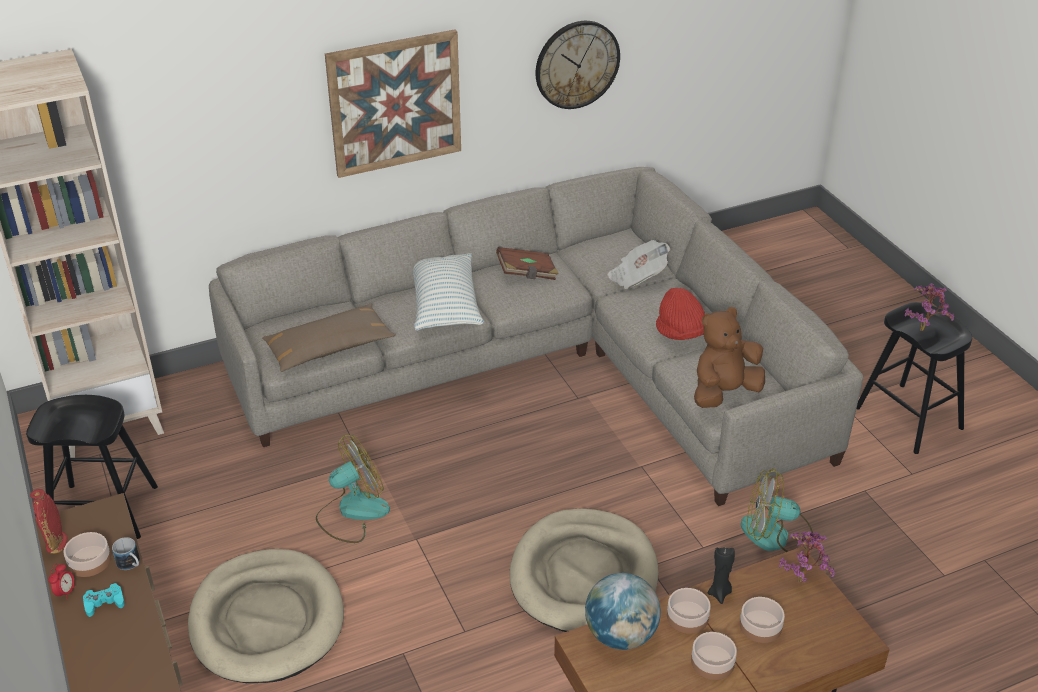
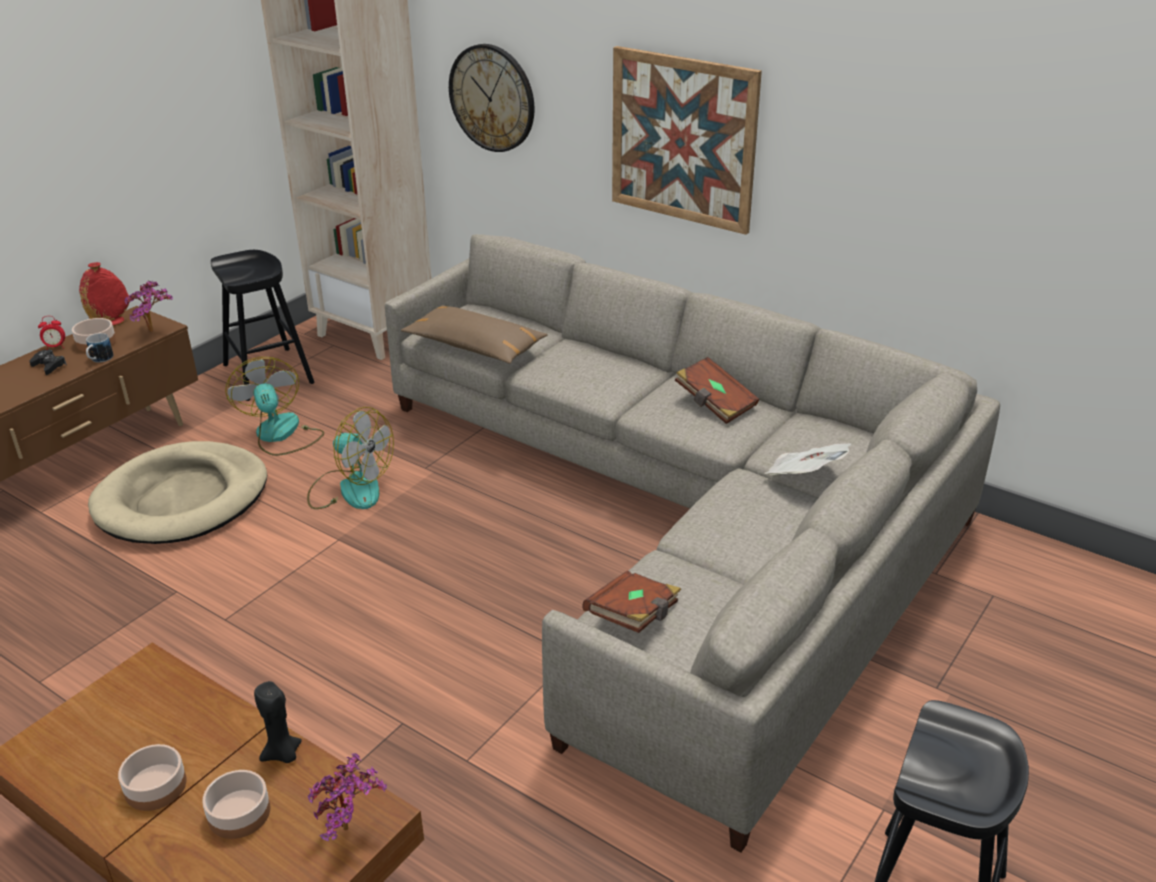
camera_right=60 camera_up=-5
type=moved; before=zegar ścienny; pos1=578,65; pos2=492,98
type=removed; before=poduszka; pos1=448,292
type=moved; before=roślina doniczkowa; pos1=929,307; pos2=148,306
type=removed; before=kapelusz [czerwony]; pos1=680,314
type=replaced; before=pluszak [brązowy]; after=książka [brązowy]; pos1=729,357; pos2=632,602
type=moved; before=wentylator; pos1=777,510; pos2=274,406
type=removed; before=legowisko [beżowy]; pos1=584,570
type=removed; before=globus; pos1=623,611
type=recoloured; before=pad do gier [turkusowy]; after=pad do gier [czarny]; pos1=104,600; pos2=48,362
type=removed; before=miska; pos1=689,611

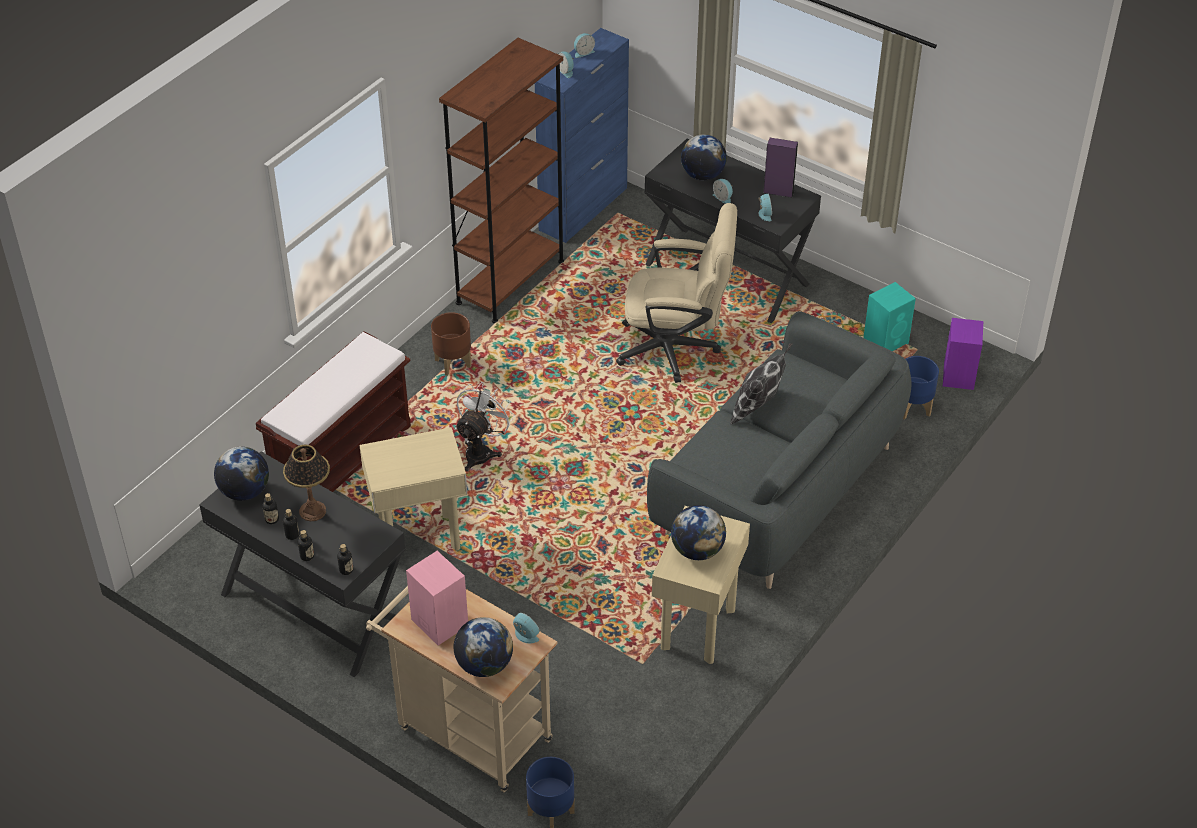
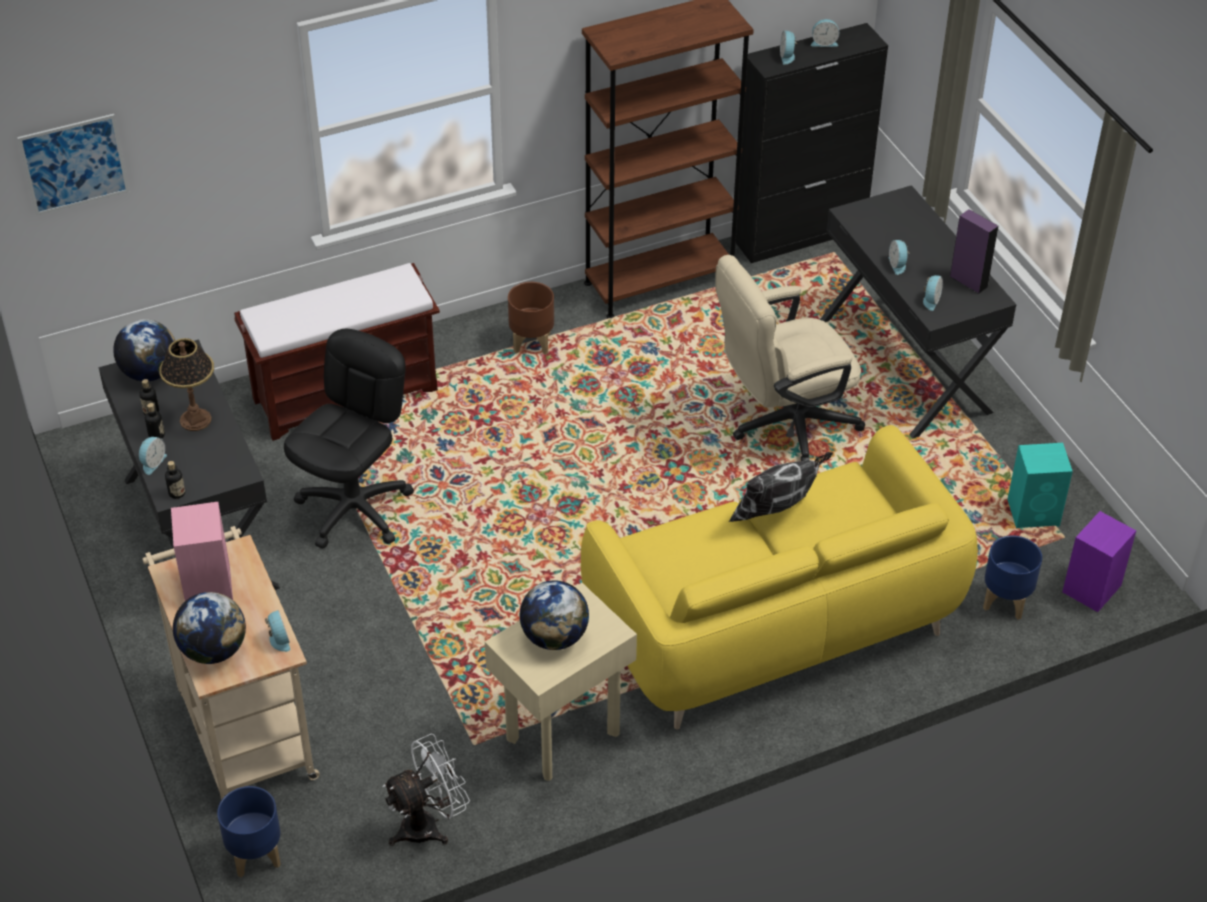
camera_right=30 camera_up=0
type=recoloured; before=szafka [niebieski]; after=szafka [czarny]; pos1=582,135; pos2=812,143
type=removed; before=globus; pos1=704,158
type=turned; before=krzesło biurowe [beżowy]; pos1=676,293; pos2=790,358; turn=120
type=recoloured; before=kanapa [szary]; after=kanapa [żółty]; pos1=779,450; pos2=779,577
type=moved; before=wentylator [biały]; pos1=485,426; pos2=426,790
type=replaced; before=stolik [beżowy]; after=krzesło biurowe [czarny]; pos1=413,488; pos2=349,438
type=replaced; before=butelka; after=budzik; pos1=306,545; pos2=153,456
type=added; after=obraz; pos2=73,165

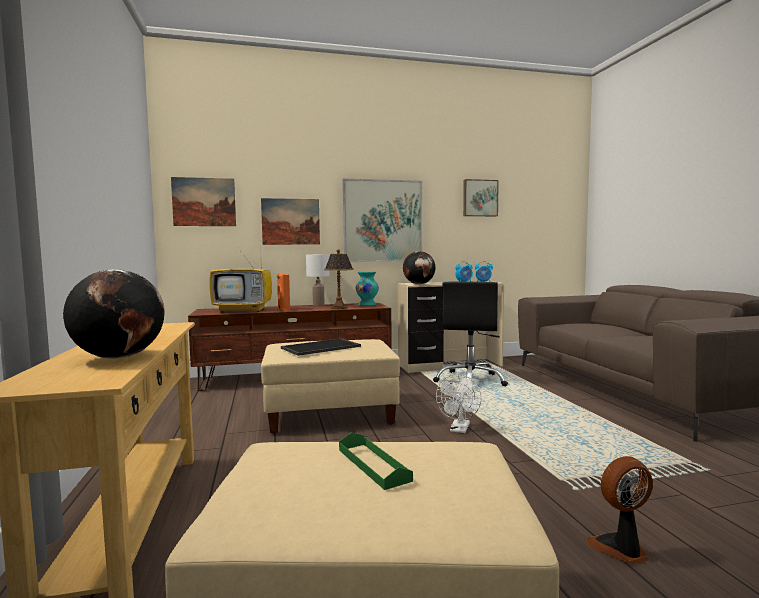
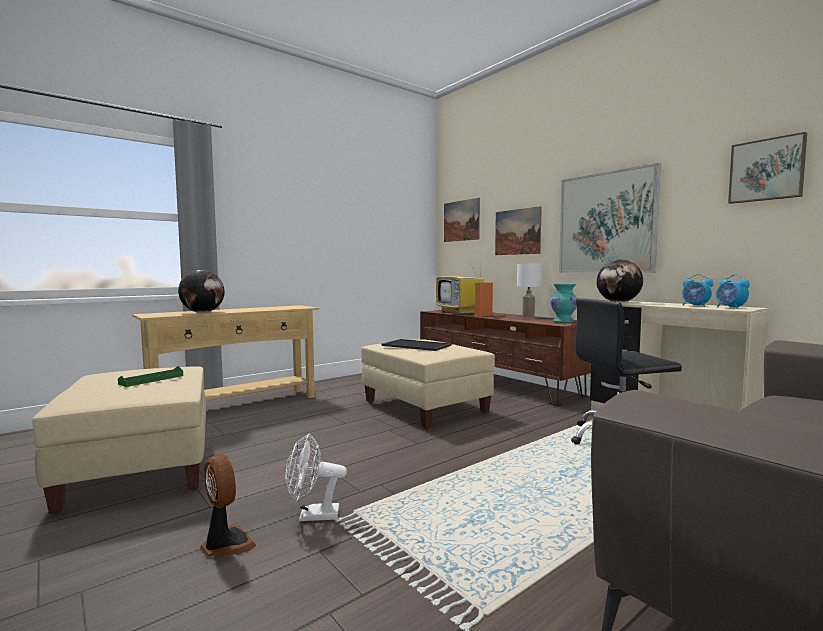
camera_right=65 camera_up=0
type=removed; before=lampa stołowa; pos1=339,279
type=moved; before=wentylator [biały]; pos1=458,403; pos2=316,477

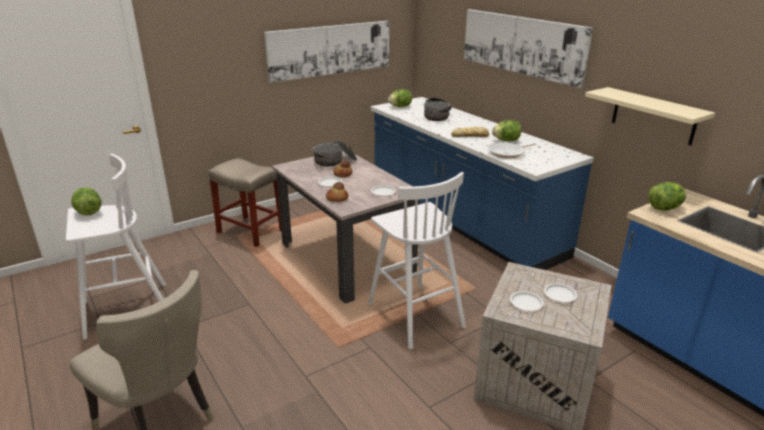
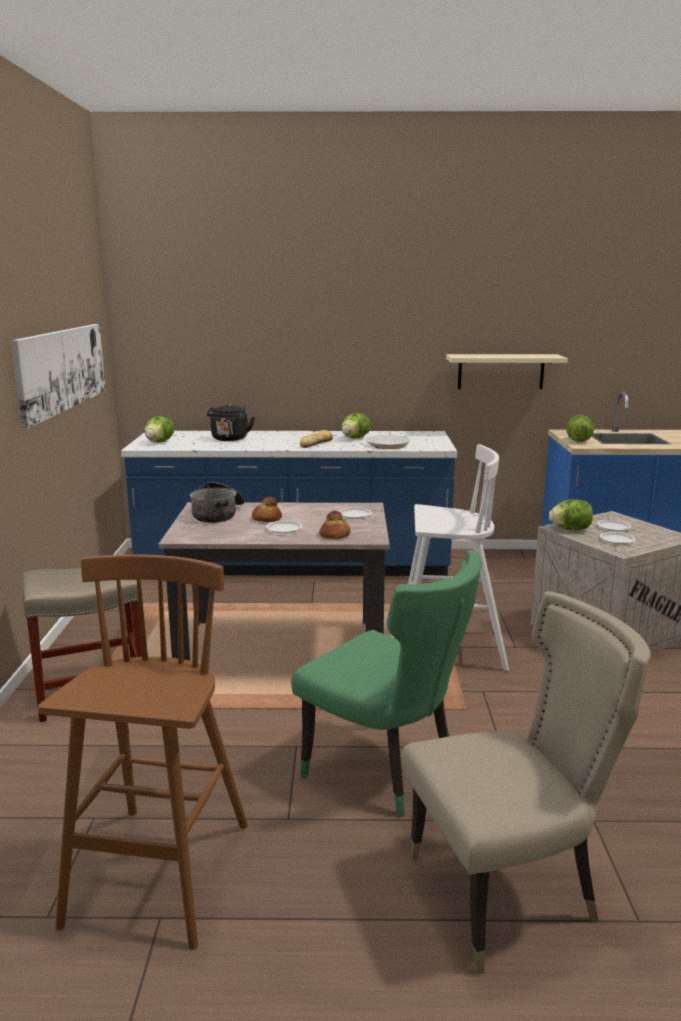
camera_right=-55 camera_up=-10
type=removed; before=obraz; pos1=528,48
type=replaced; before=garnek; after=czajnik [czarny]; pos1=437,109; pos2=230,422
type=recoloured; before=stołek [biały]; after=stołek [brązowy]; pos1=116,246; pos2=143,752
type=moved; before=sałata; pos1=86,201; pos2=571,514
type=added; after=krzesło [zielony]; pos2=386,683

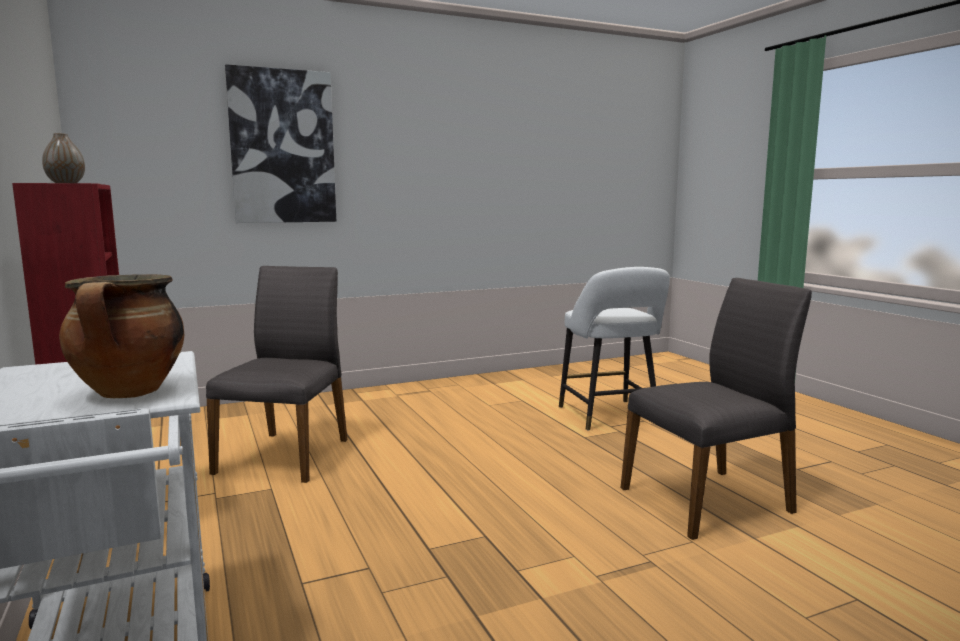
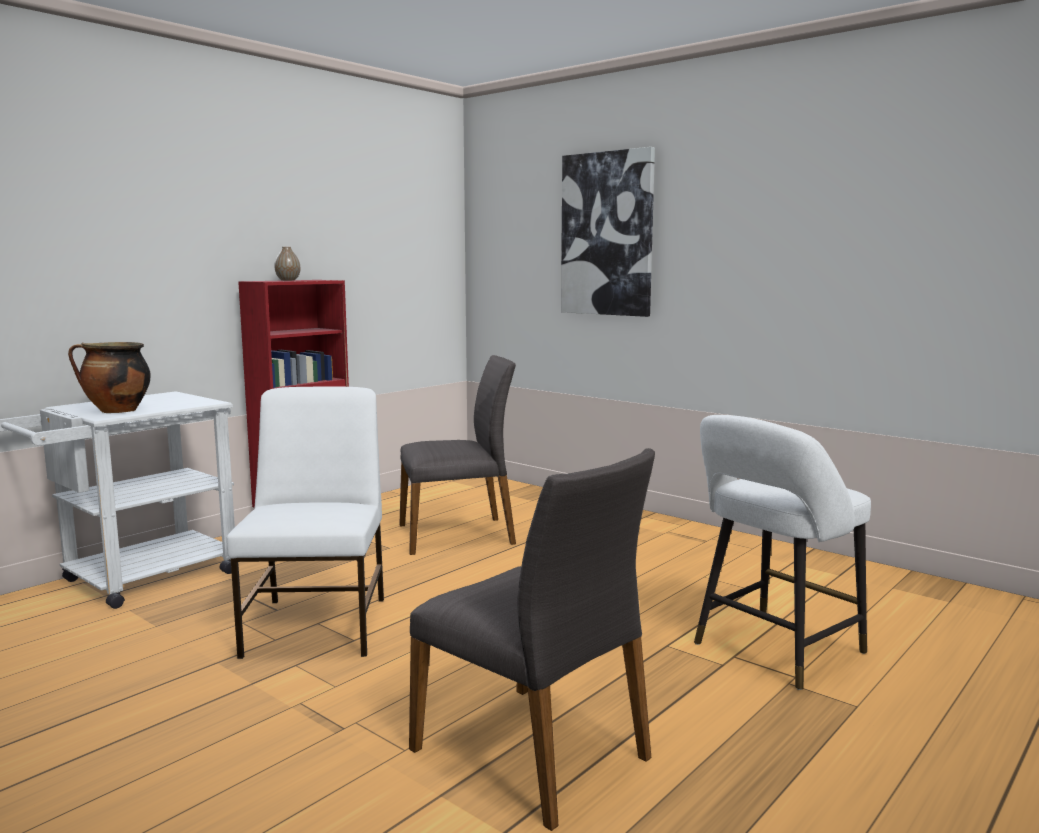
camera_right=65 camera_up=0
type=added; after=krzesło [biały]; pos2=305,523

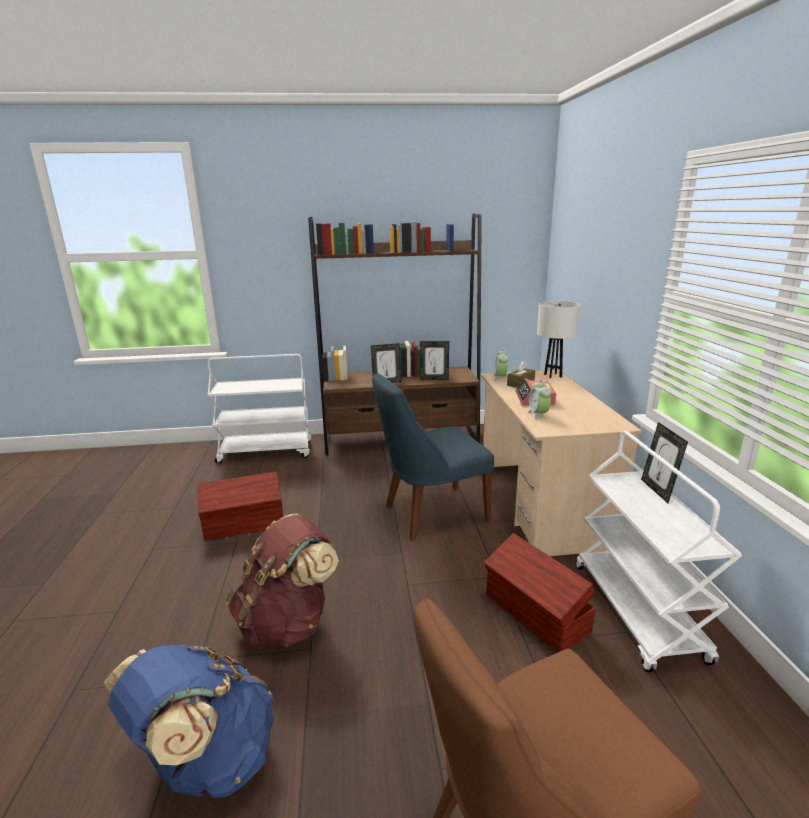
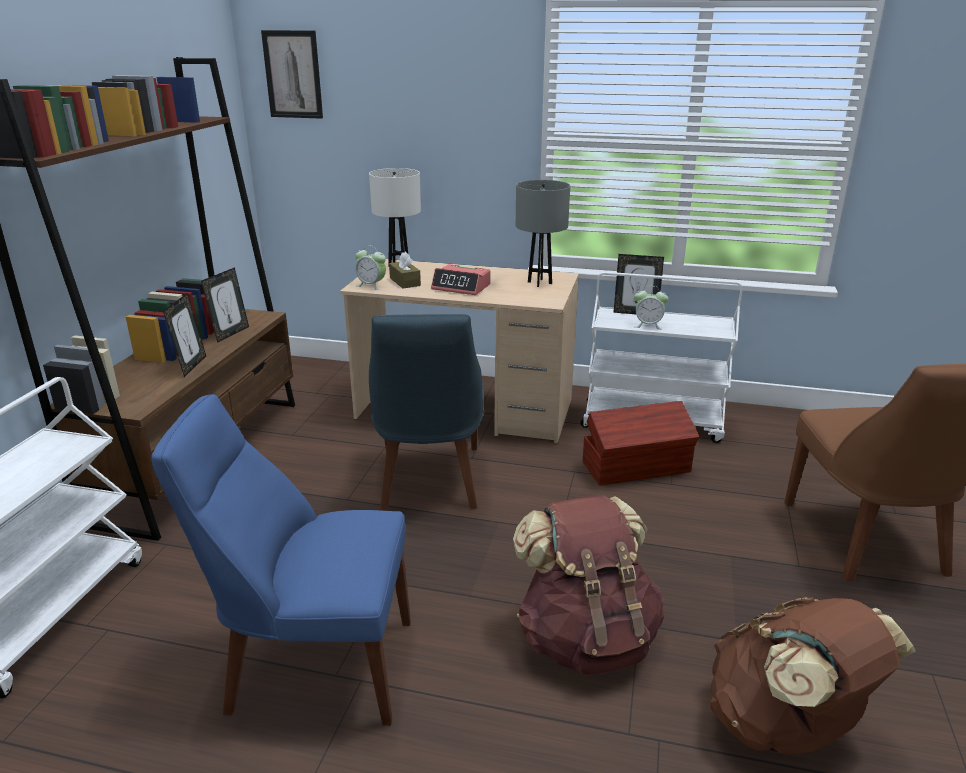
camera_right=-70 camera_up=5
type=moved; before=budzik; pos1=539,400; pos2=651,307
type=replaced; before=pojemnik do przechowywania [brązowy]; after=krzesło [niebieski]; pos1=240,506; pos2=281,560
type=recoloured; before=plecak [niebieski]; after=plecak [brązowy]; pos1=189,721; pos2=813,676
type=added; after=obraz; pos2=292,74
type=added; after=lampa stołowa [szary]; pos2=543,233

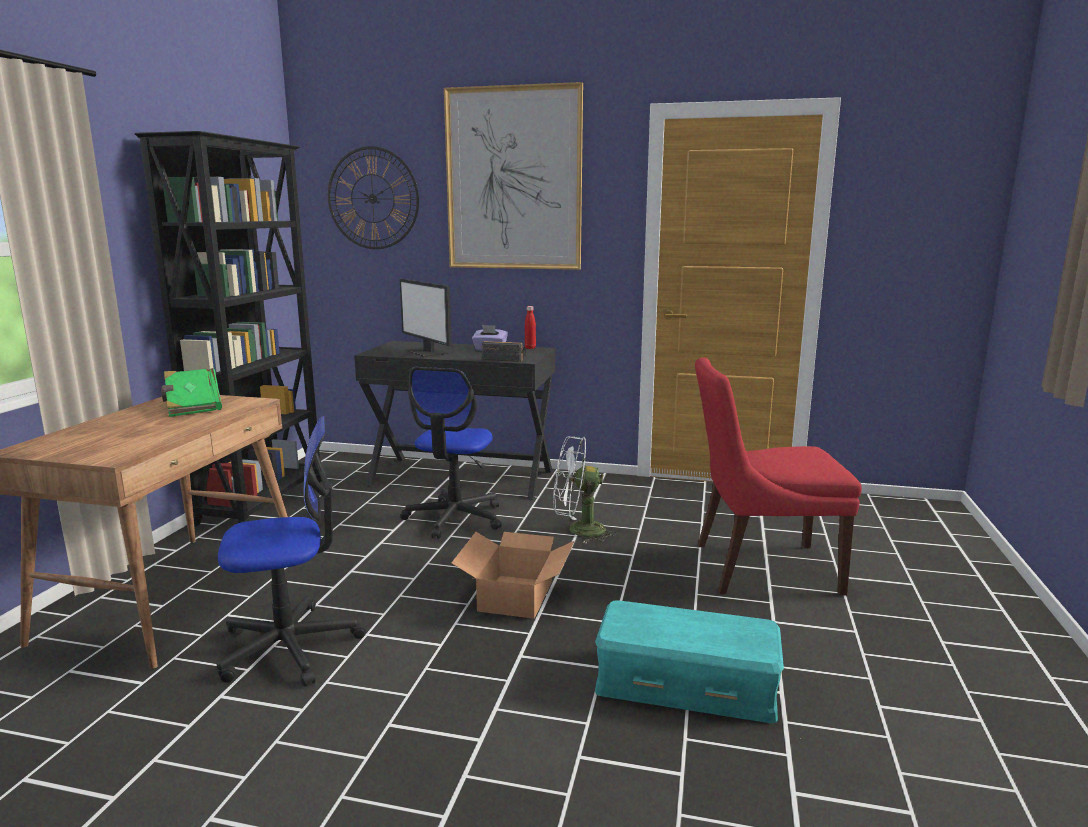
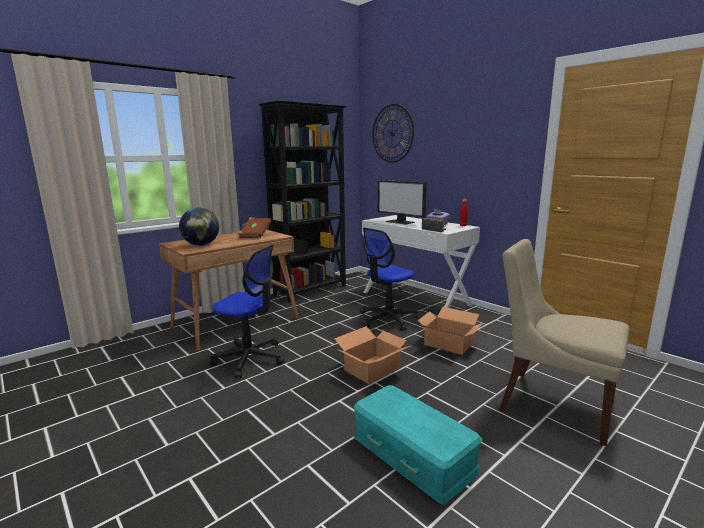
camera_right=35 camera_up=0
type=removed; before=obraz; pos1=513,176
type=turned; before=monitor; pos1=425,318; pos2=402,202; turn=-45
type=recoloured; before=biurko [czarny]; after=biurko [biały]; pos1=454,420; pos2=421,261
type=recoloured; before=krzesło [czerwony]; after=krzesło [beżowy]; pos1=778,476; pos2=564,342
type=recoloured; before=książka [zielony]; after=książka [brązowy]; pos1=191,392; pos2=255,227
type=replaced; before=wentylator [biały]; after=karton; pos1=585,490; pos2=450,331
type=added; after=globus; pos2=199,227

